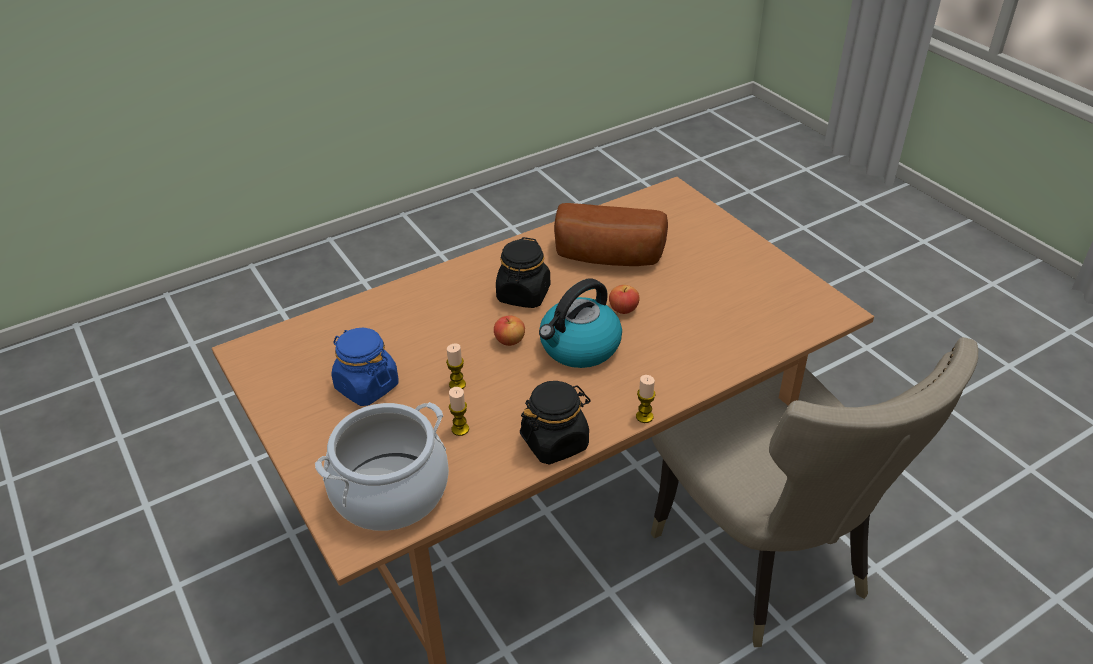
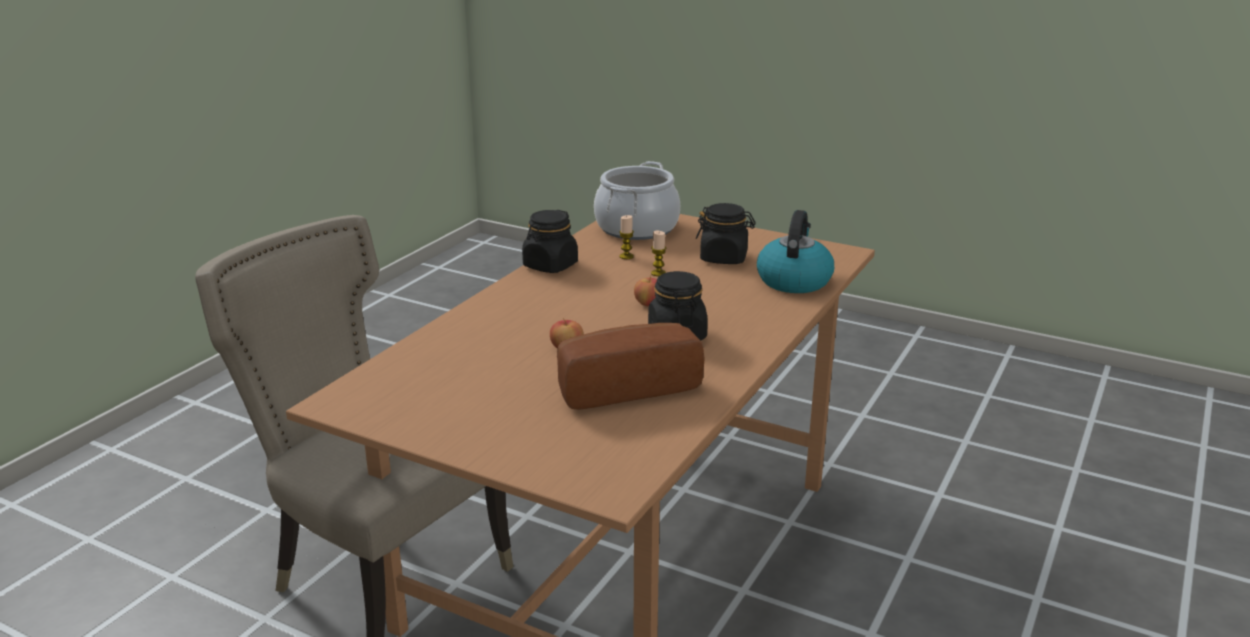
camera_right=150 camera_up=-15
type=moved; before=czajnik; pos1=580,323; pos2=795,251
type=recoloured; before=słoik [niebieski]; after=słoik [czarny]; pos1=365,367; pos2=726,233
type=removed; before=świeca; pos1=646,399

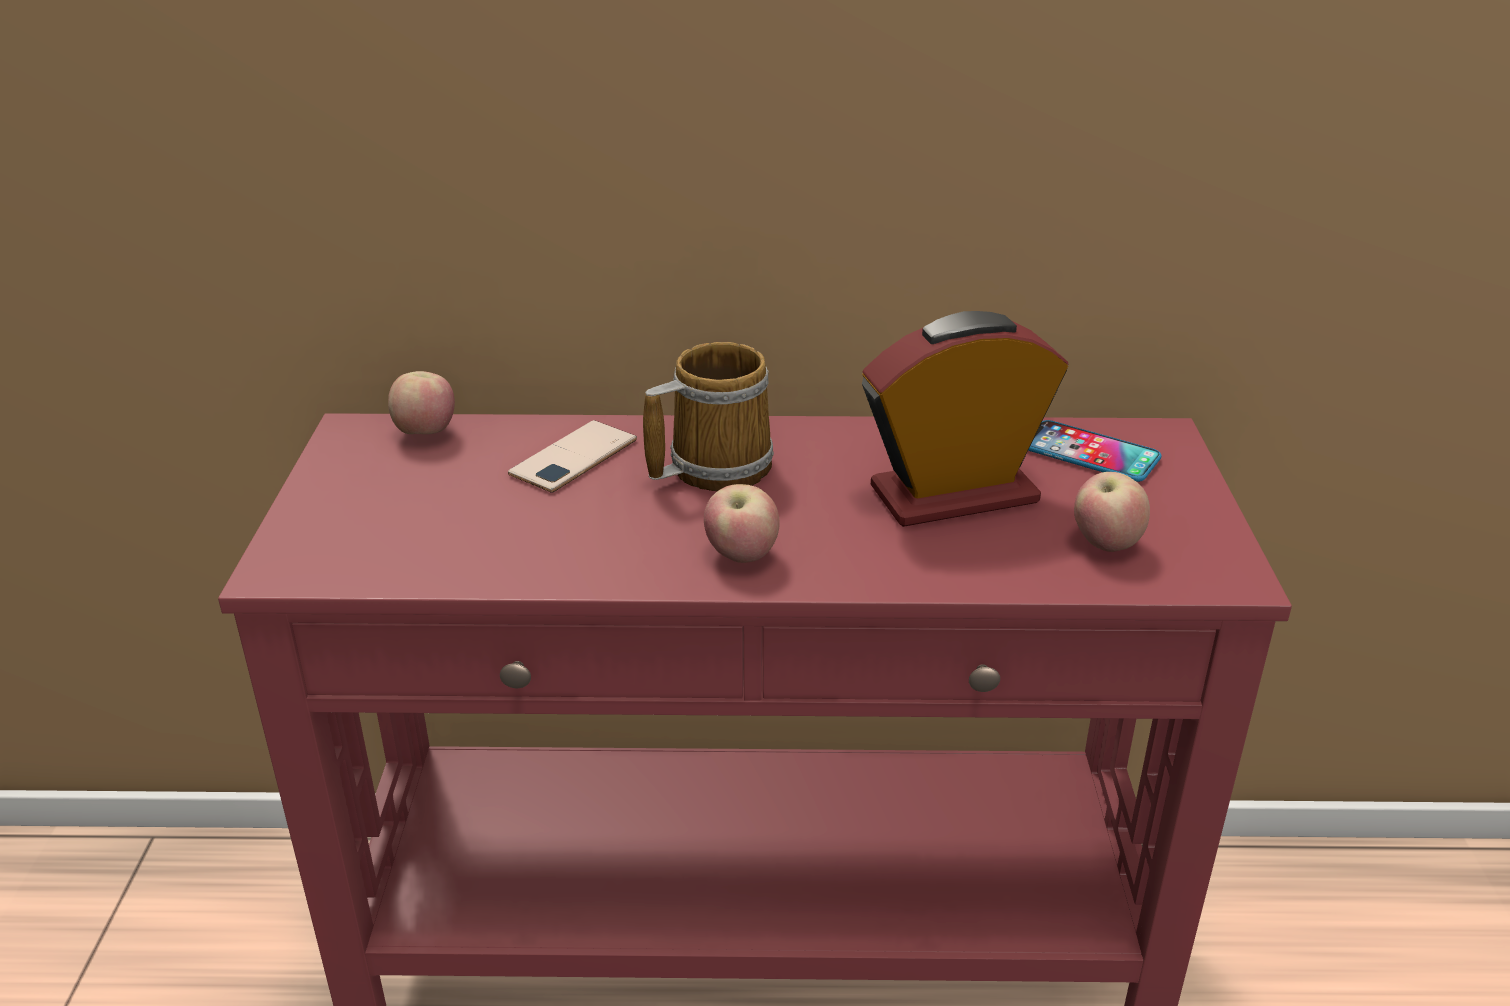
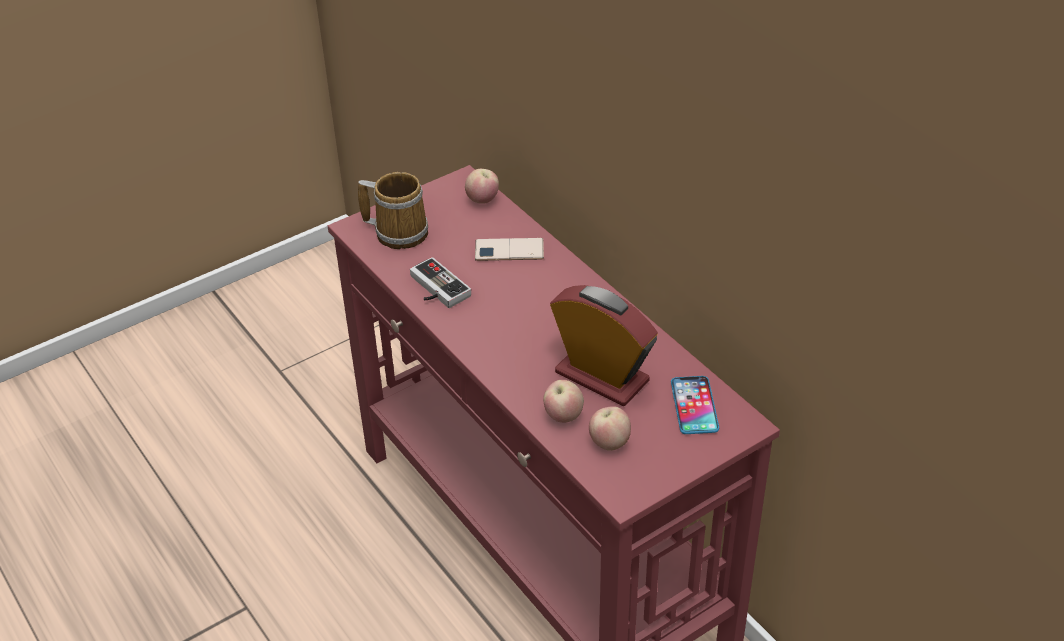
camera_right=55 camera_up=10
type=moved; before=kubek; pos1=708,416; pos2=393,210
type=moved; before=jabłko; pos1=742,523; pos2=563,401
type=added; after=pad do gier; pos2=440,282

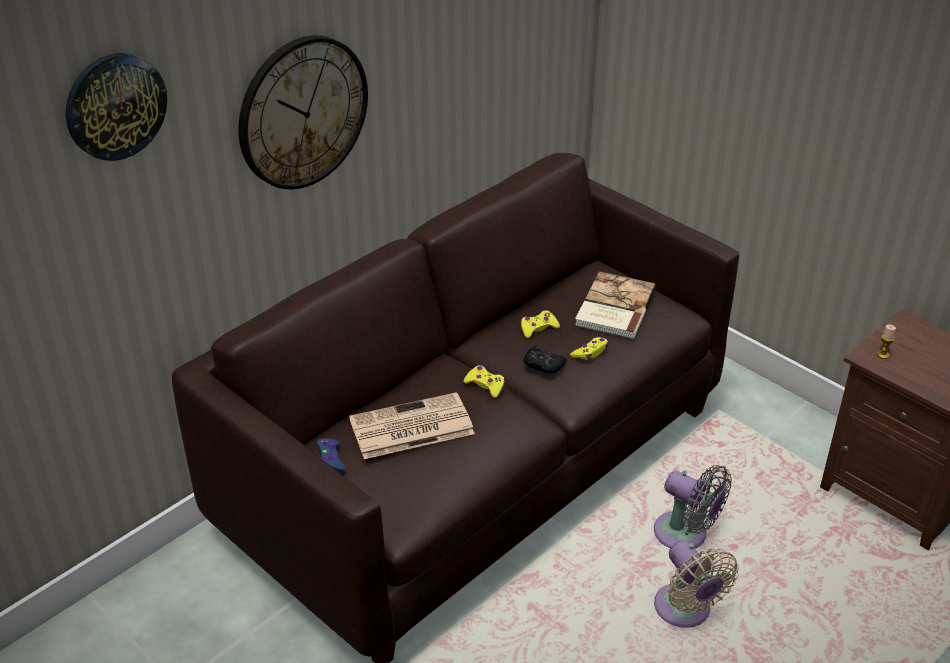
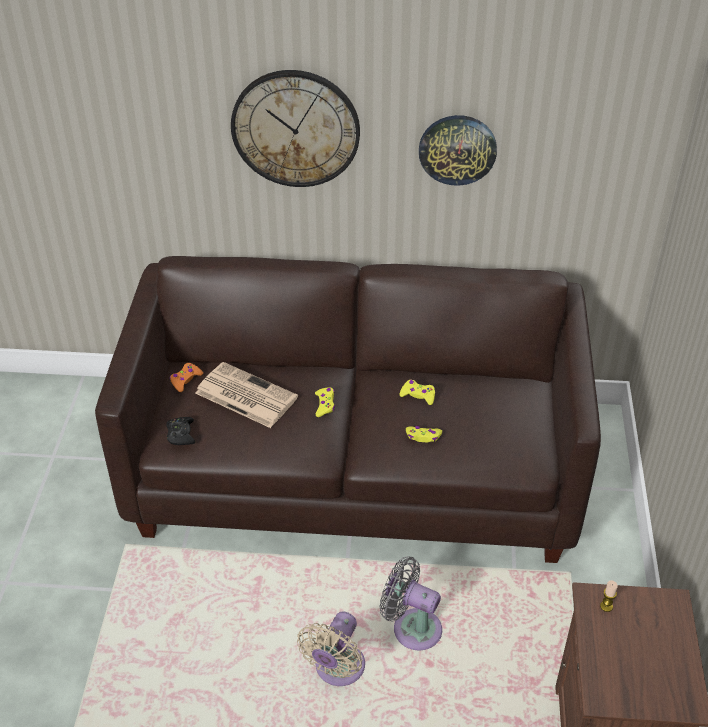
camera_right=50 camera_up=5
type=moved; before=zegar ścienny; pos1=116,107; pos2=458,150
type=removed; before=książka; pos1=615,305
type=moved; before=pad do gier [czarny]; pos1=545,360; pos2=180,431
type=recoloured; before=pad do gier [niebieski]; after=pad do gier [pomarańczowy]; pos1=331,455; pos2=186,377
type=turned; before=wentylator [szary]; pos1=693,506; pos2=411,603; turn=120

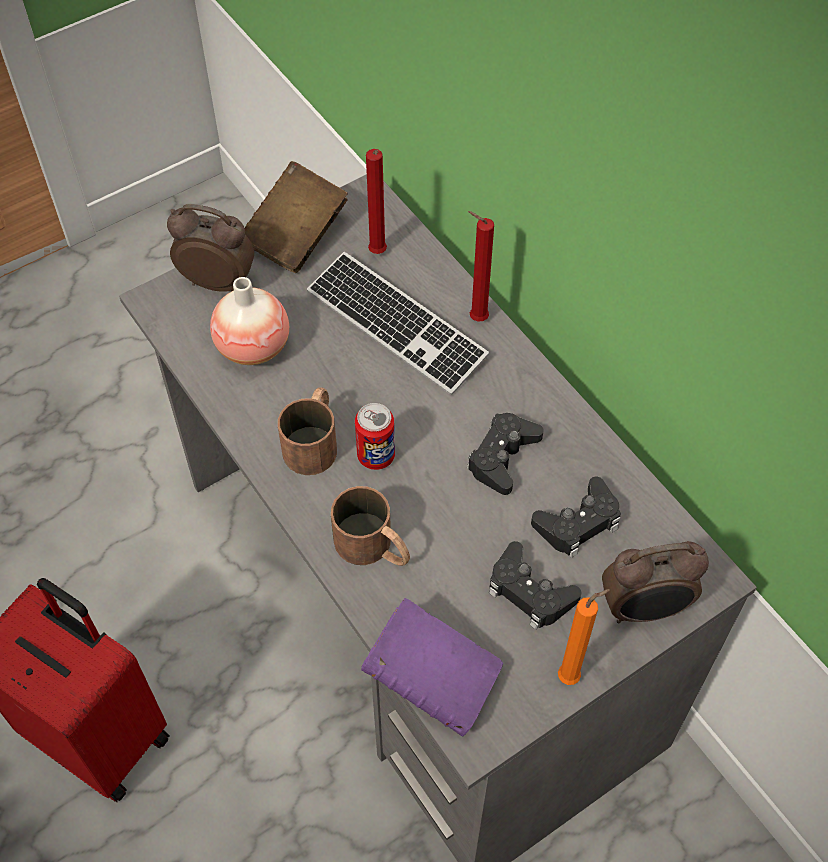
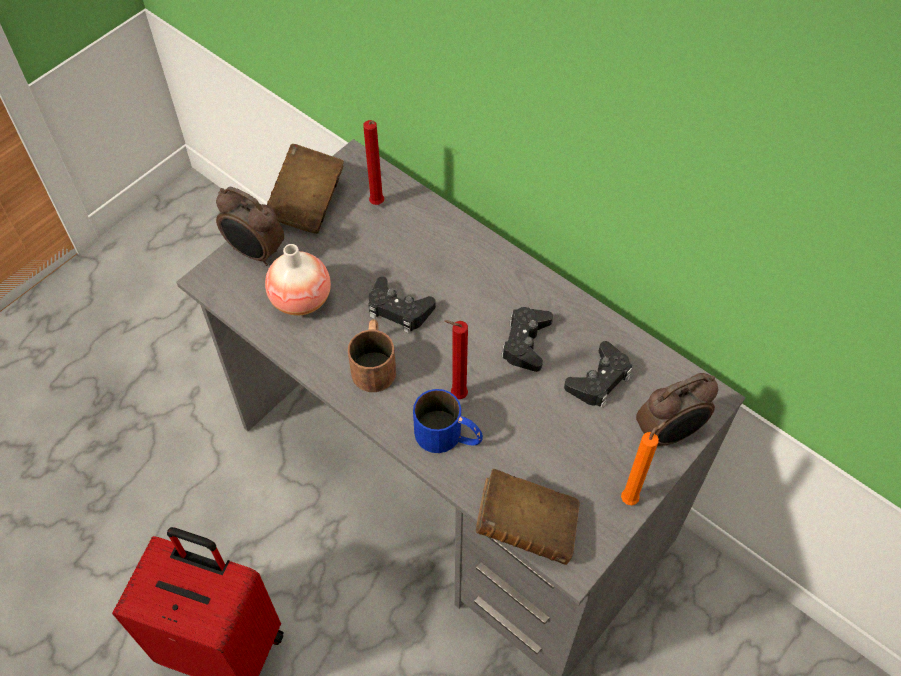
camera_right=-15 camera_up=0
type=turned; before=budzik; pos1=210,248; pos2=250,226; turn=-150
type=moved; before=świeca [czerwony]; pos1=481,266; pos2=456,359
type=removed; before=klawiatura; pos1=398,323
type=removed; before=puszka; pos1=375,436
type=recoloured; before=kubek [brązowy]; after=kubek [niebieski]; pos1=370,526; pos2=448,421
type=moved; before=pad do gier [czarny]; pos1=535,585; pos2=402,305
type=recoloured; before=książka [fioletowy]; after=książka [brązowy]; pos1=432,667; pos2=528,517

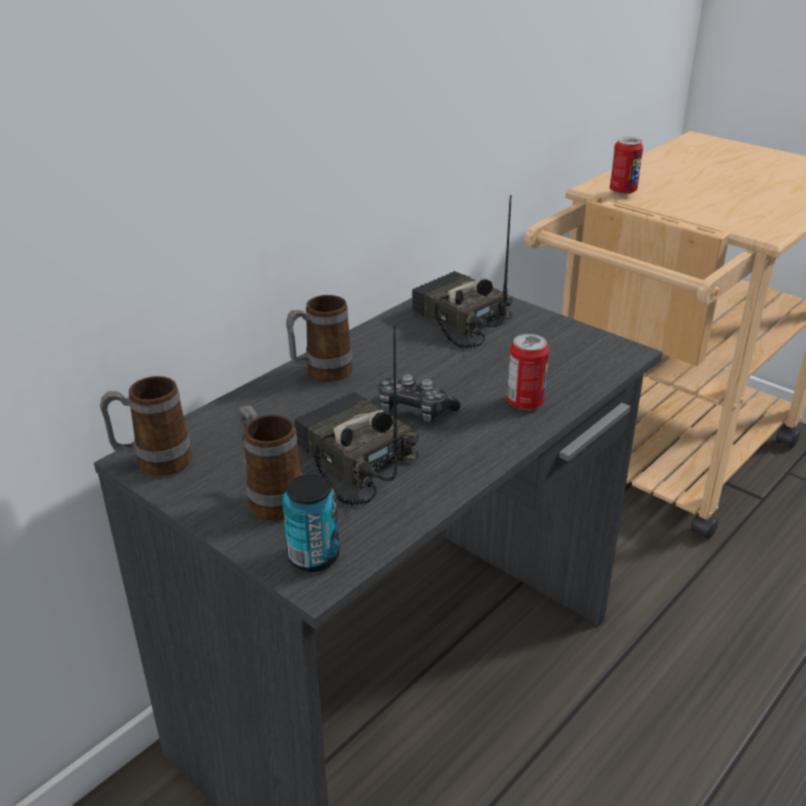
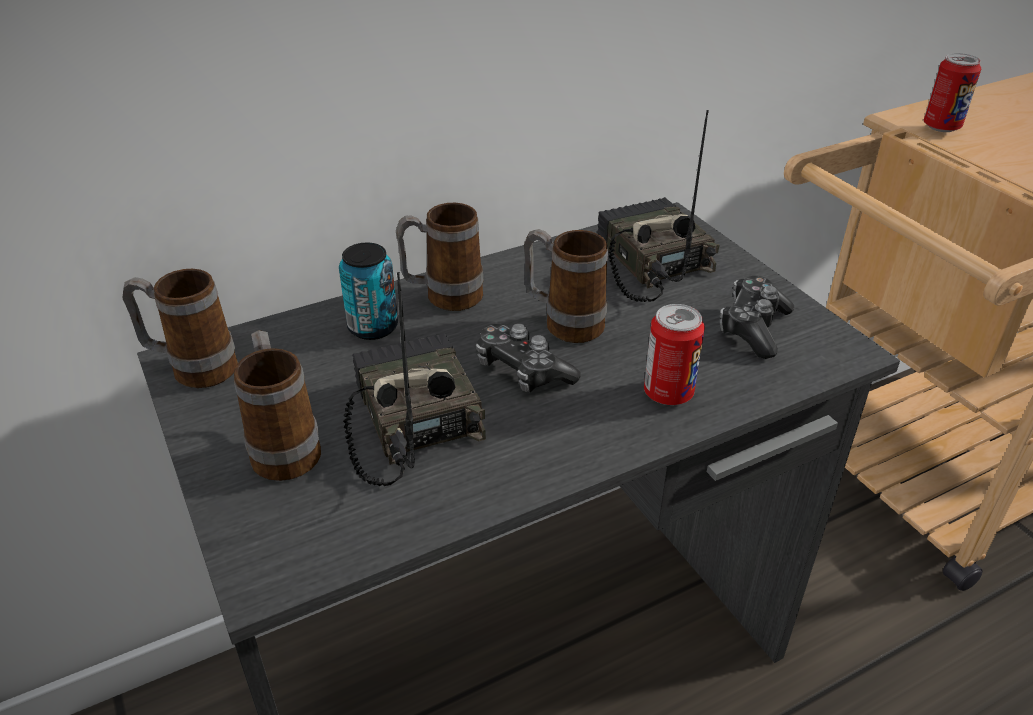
camera_right=20 camera_up=5
type=moved; before=puszka; pos1=311,523; pos2=368,291
type=added; after=kubek; pos2=566,286
type=added; after=pad do gier; pos2=757,317

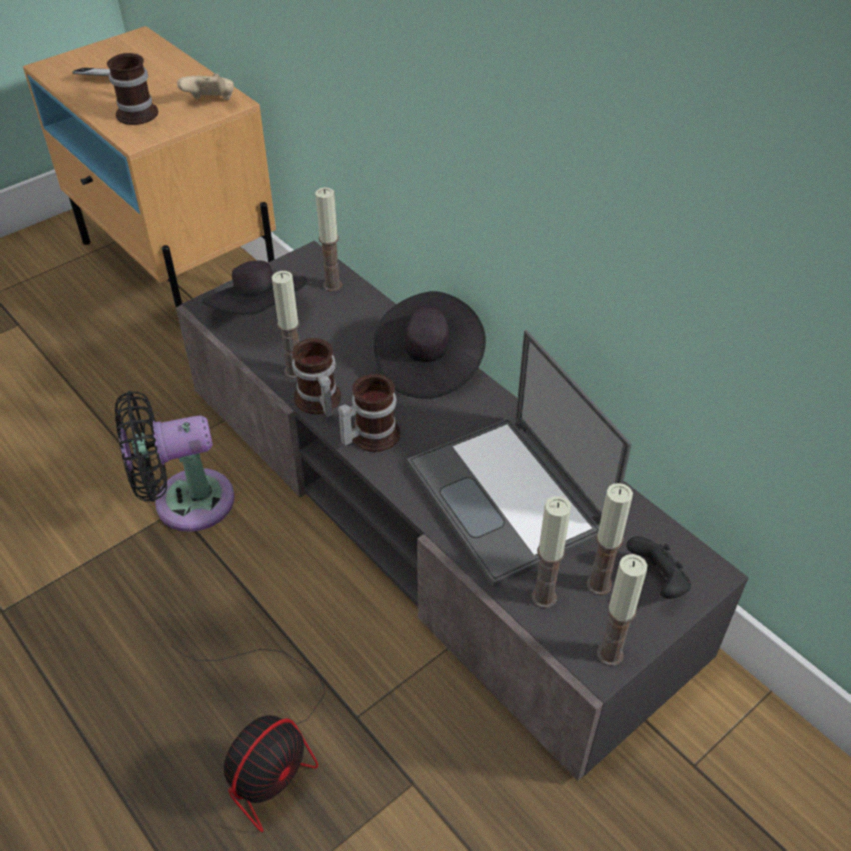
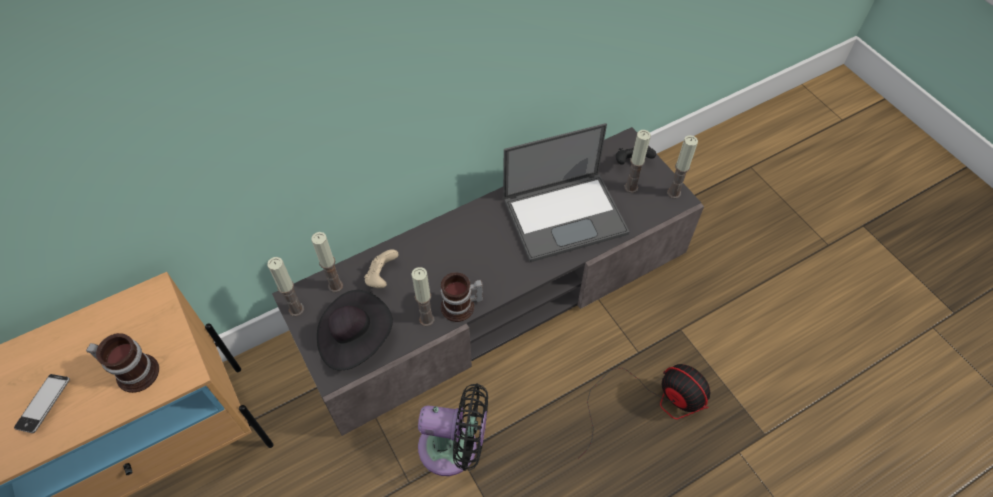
camera_right=-80 camera_up=10
type=moved; before=pad do gier [beżowy]; pos1=205,86; pos2=381,268
type=removed; before=kapelusz [czarny]; pos1=430,345
type=removed; before=kubek; pos1=369,413
type=turned; before=wentylator [czarny]; pos1=175,461; pos2=453,430; turn=-75
type=moved; before=świeca; pos1=551,552; pos2=285,286

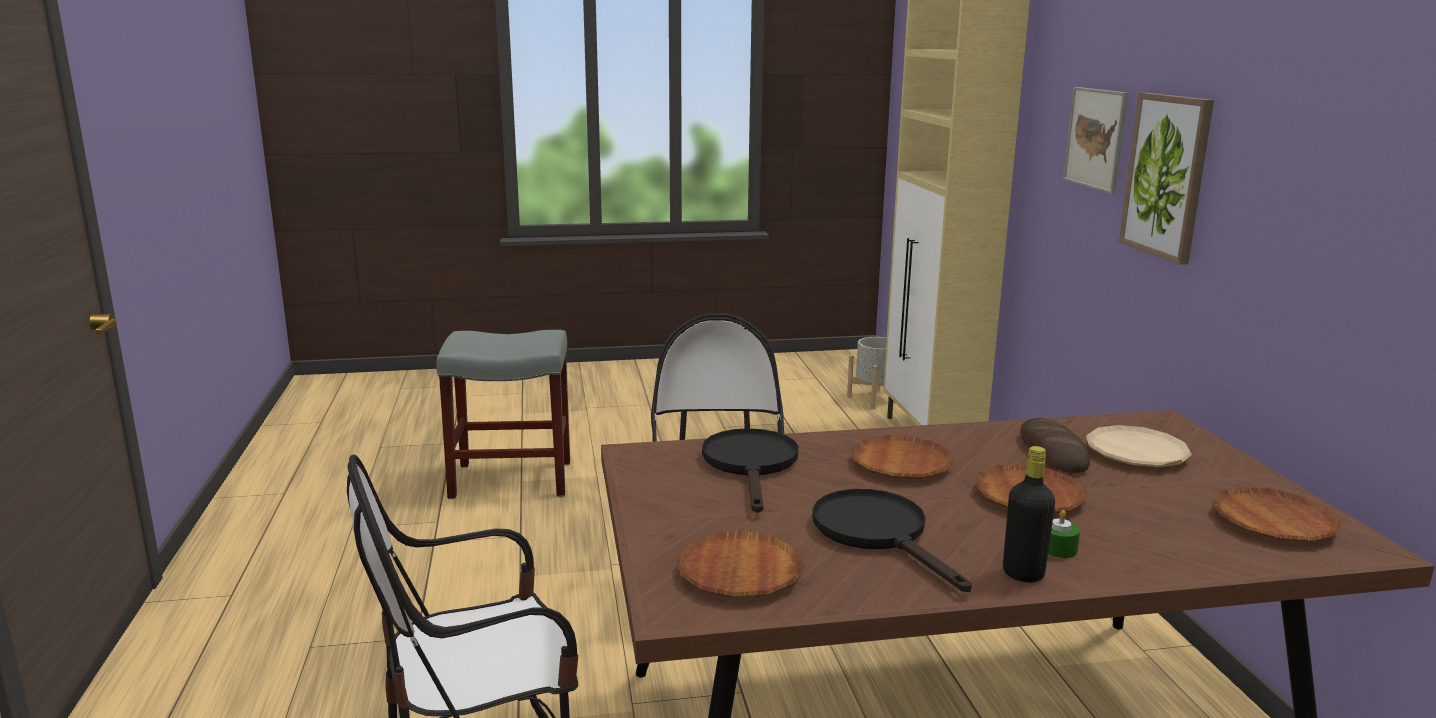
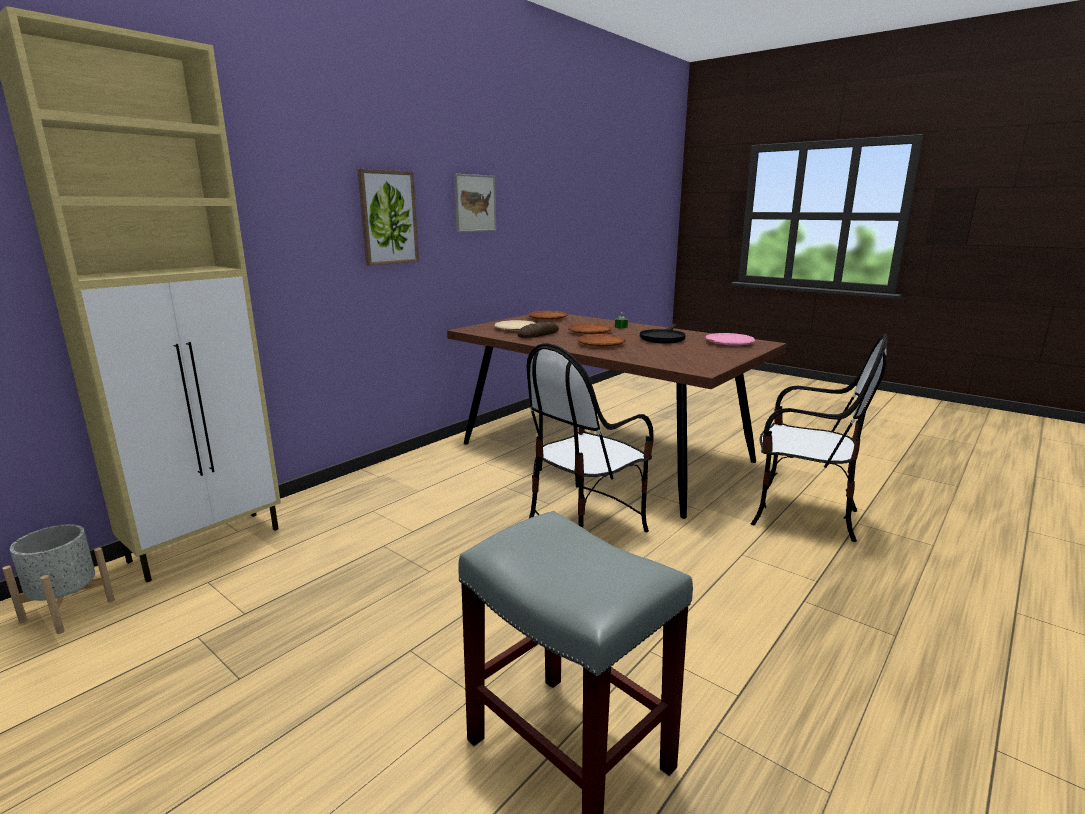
camera_right=-130 camera_up=0
type=moved; before=obraz; pos1=1096,140; pos2=475,203
type=removed; before=patelnia [czarny]; pos1=750,470
type=removed; before=butelka [czarny]; pos1=1029,514
type=recoloured; before=talerz [brązowy]; after=talerz [różowy]; pos1=740,564; pos2=730,339

